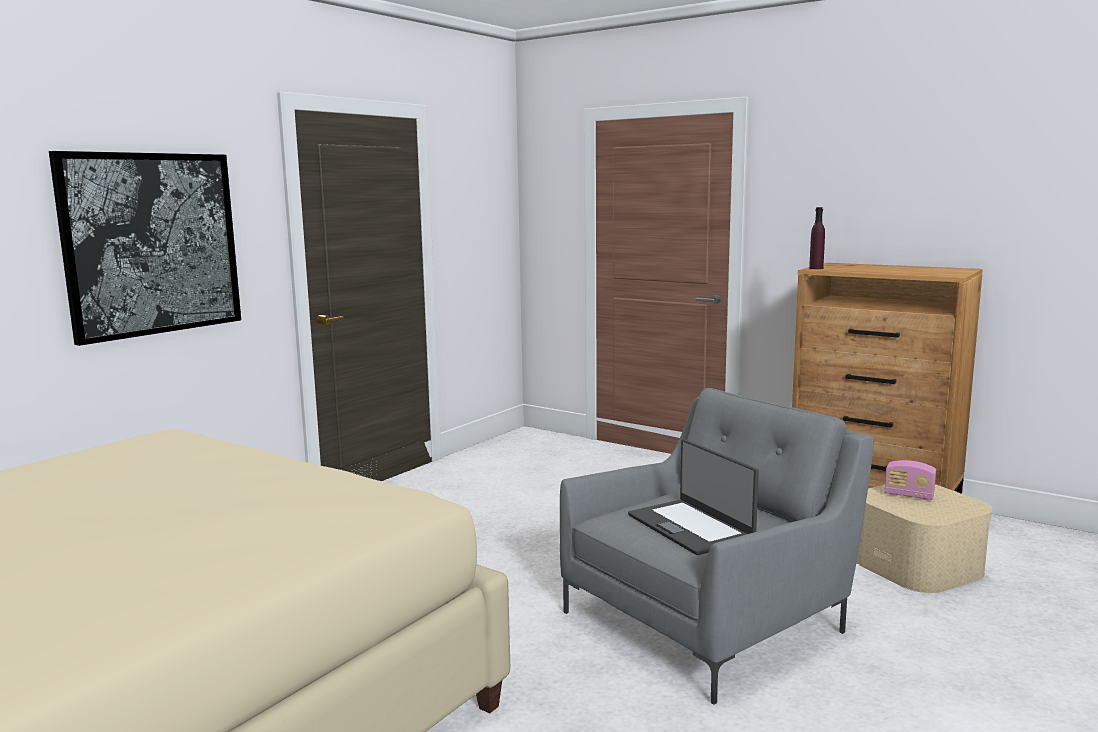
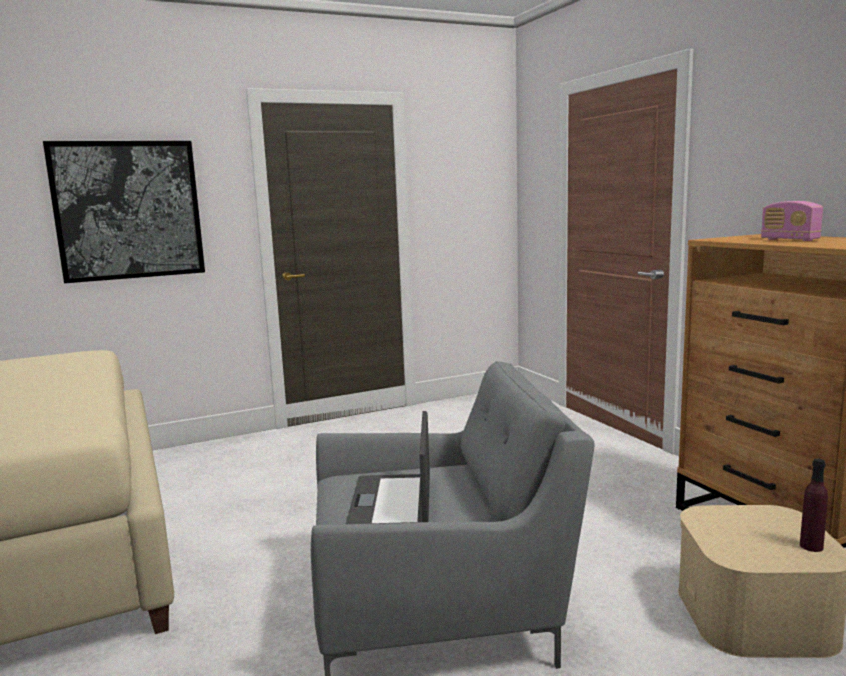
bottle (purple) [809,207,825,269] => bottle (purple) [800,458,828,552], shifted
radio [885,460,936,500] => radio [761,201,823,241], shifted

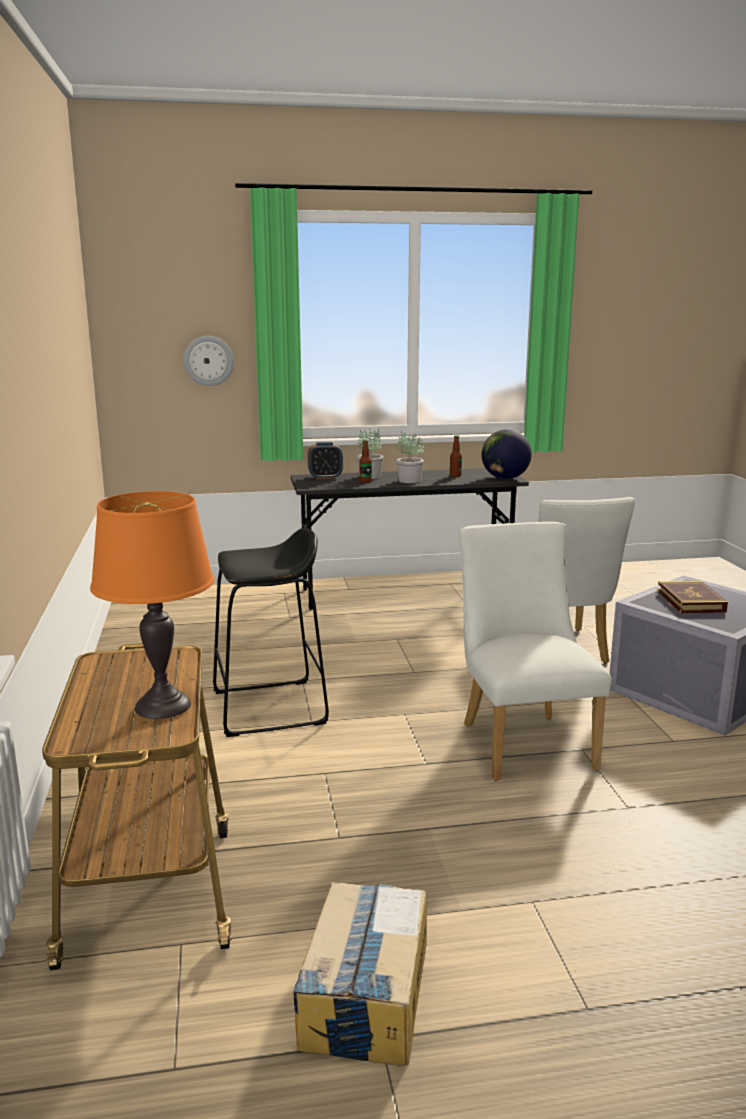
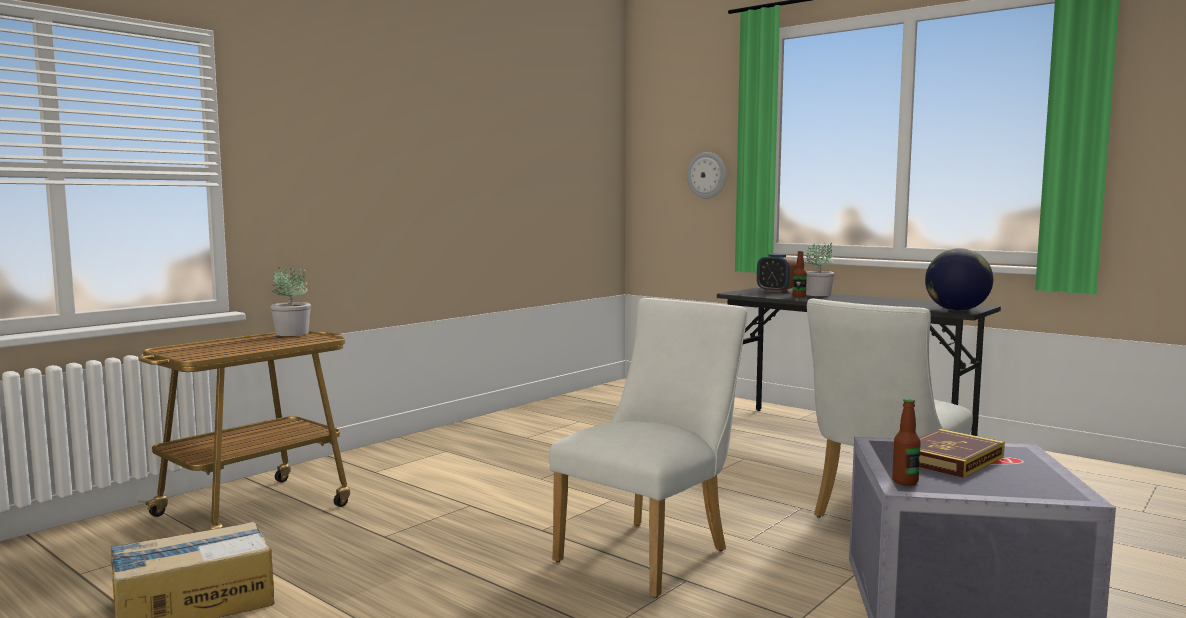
table lamp (orange) [90,491,214,719] => nothing
stool (black) [213,528,329,737] => nothing
potted plant [396,431,424,483] => potted plant [270,264,311,336], shifted
bottle [450,435,462,477] => bottle [892,398,921,486], shifted

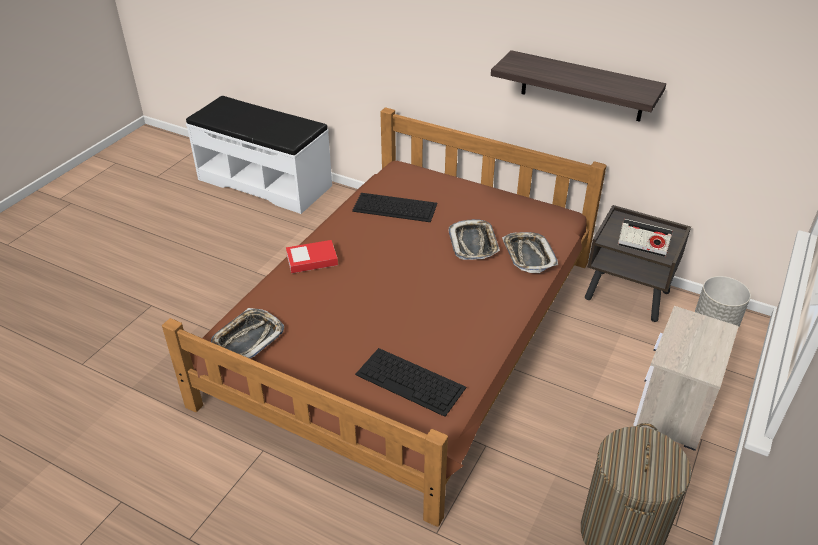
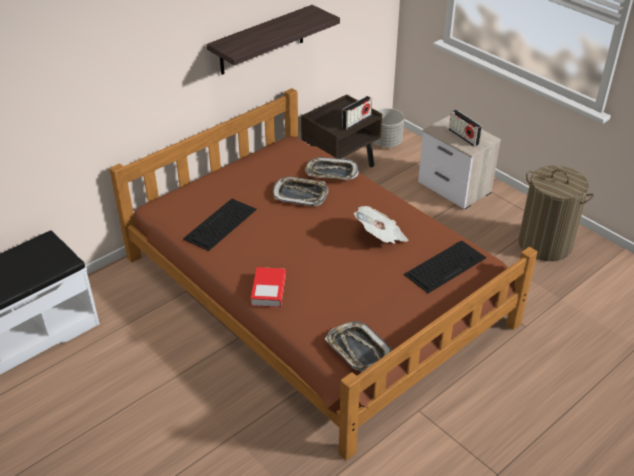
nothing => newspaper [354,206,408,244]
nothing => radio [449,110,482,146]

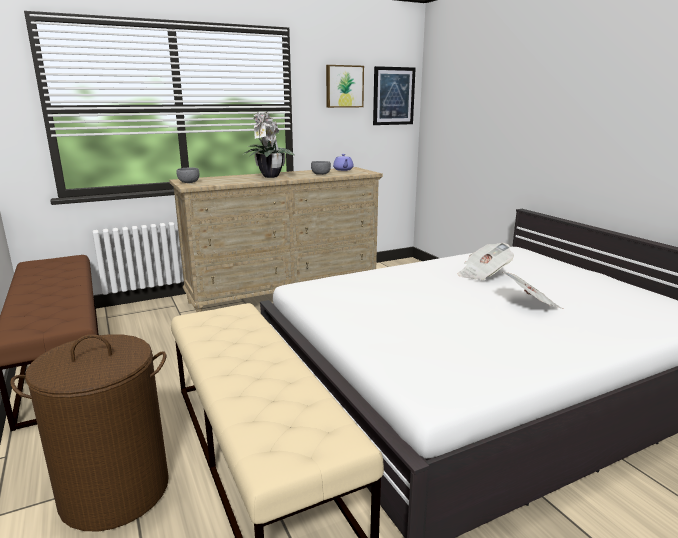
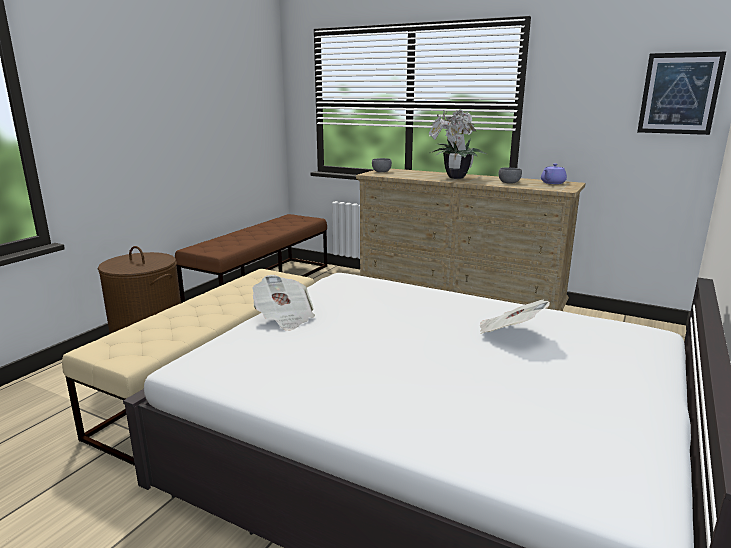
picture [326,65,364,108] => nothing
newspaper [503,272,563,309] => newspaper [252,275,315,331], shifted

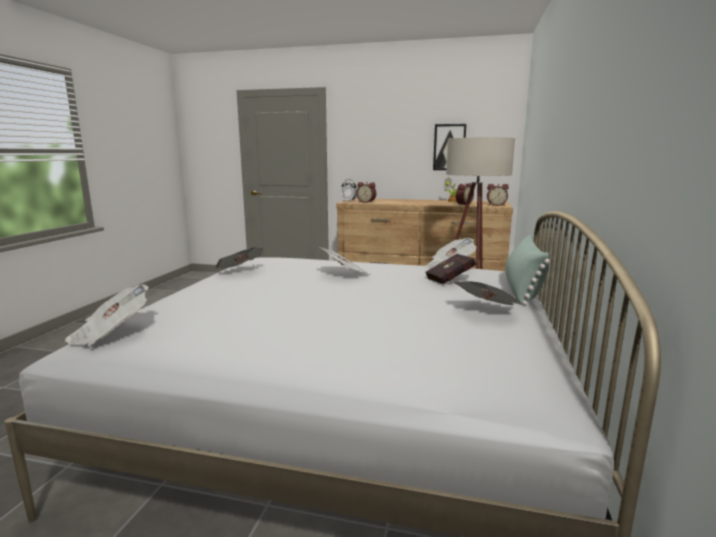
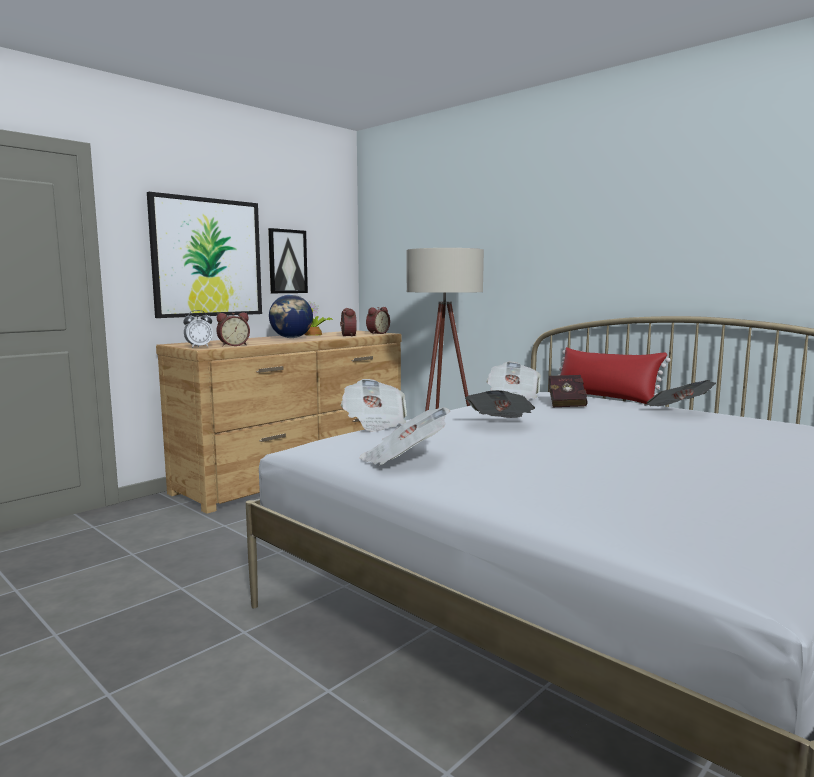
newspaper [65,284,149,346] => newspaper [341,379,407,432], shifted
pillow (green) [505,235,550,306] => pillow (red) [558,347,671,404]
nothing => picture [147,192,262,318]
nothing => globe [269,294,313,338]

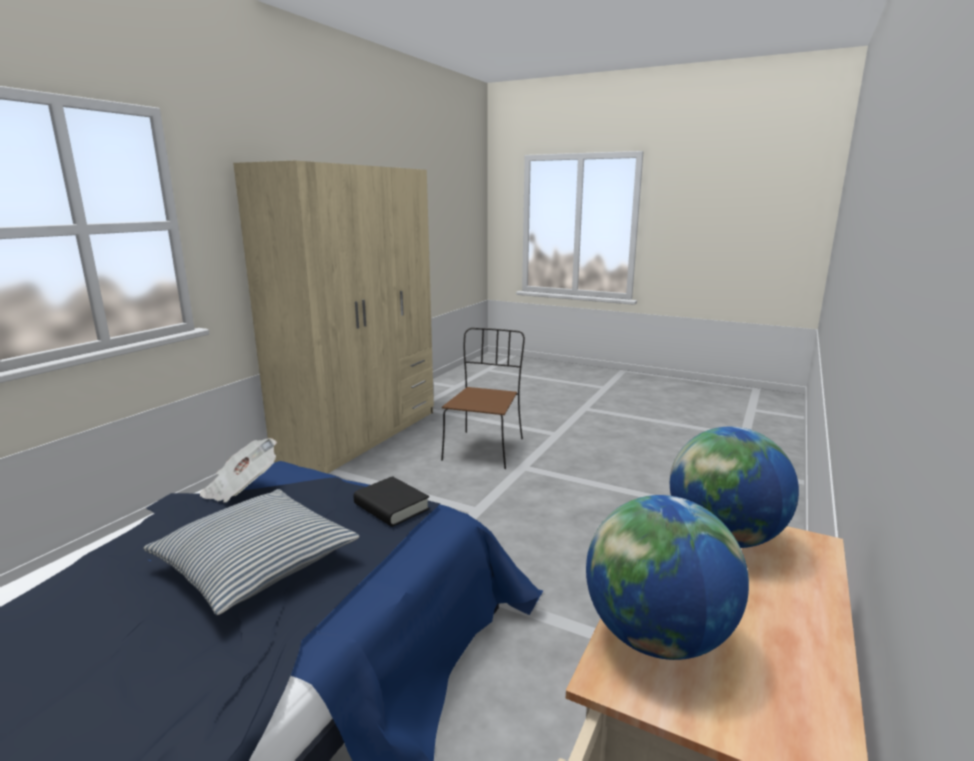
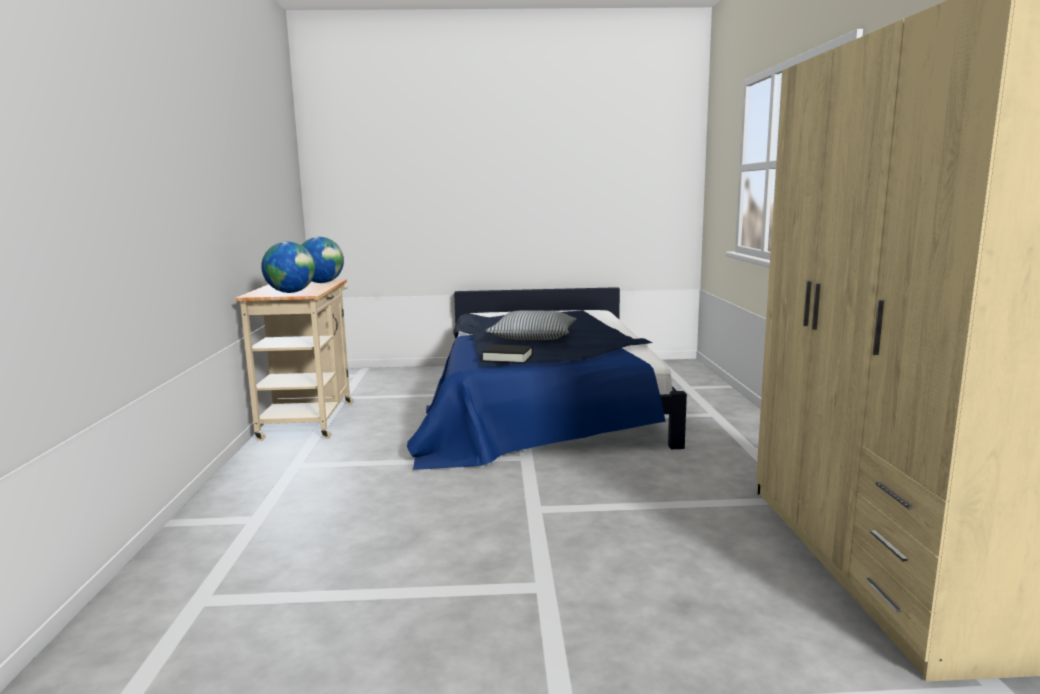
newspaper [200,438,277,503] => nothing
chair (brown) [441,328,525,469] => nothing

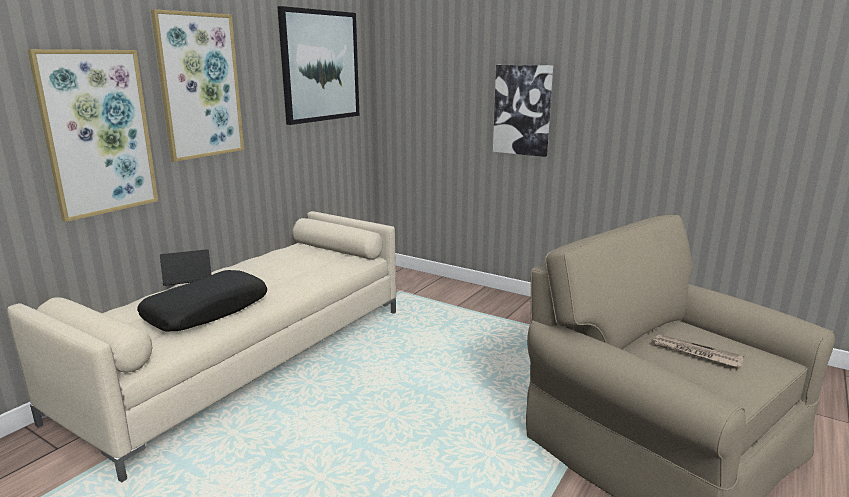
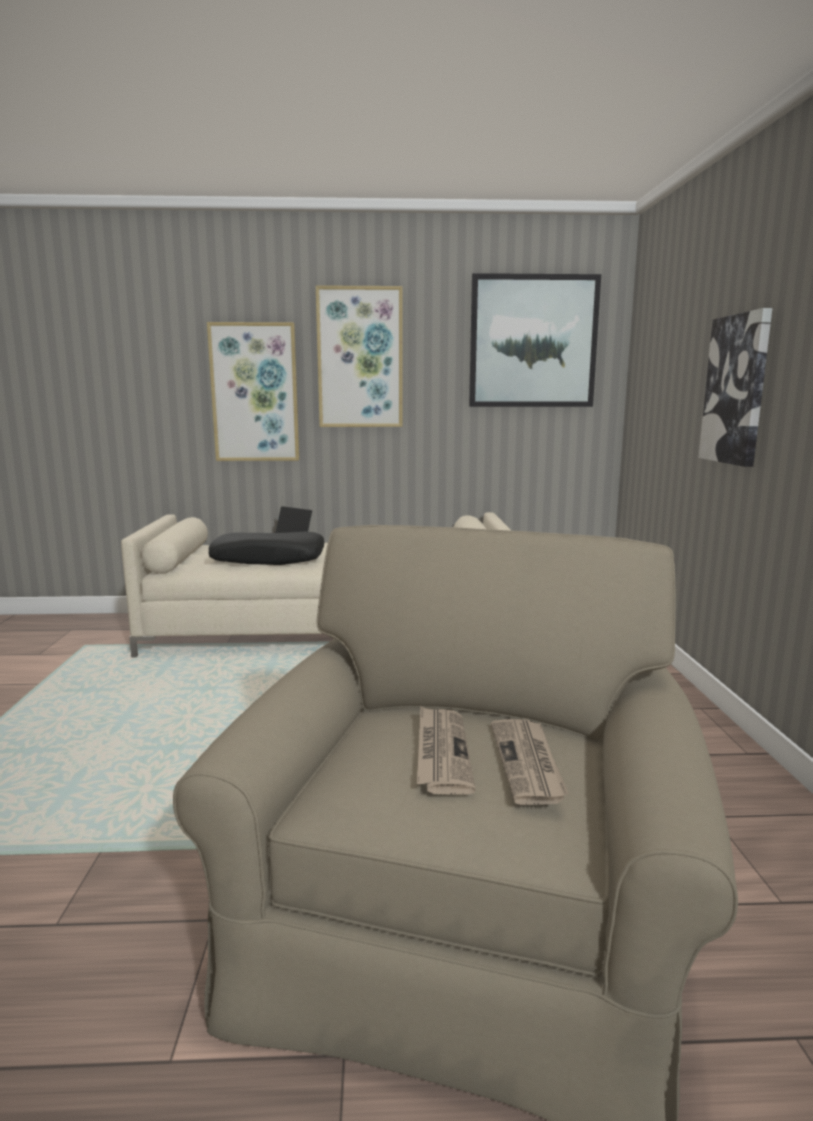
nothing => newspaper [491,719,568,805]

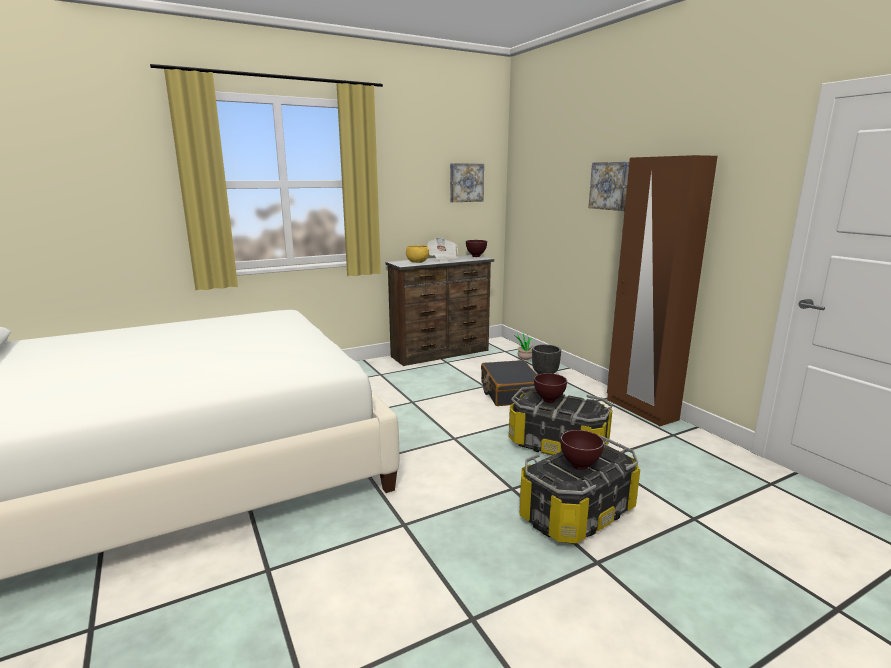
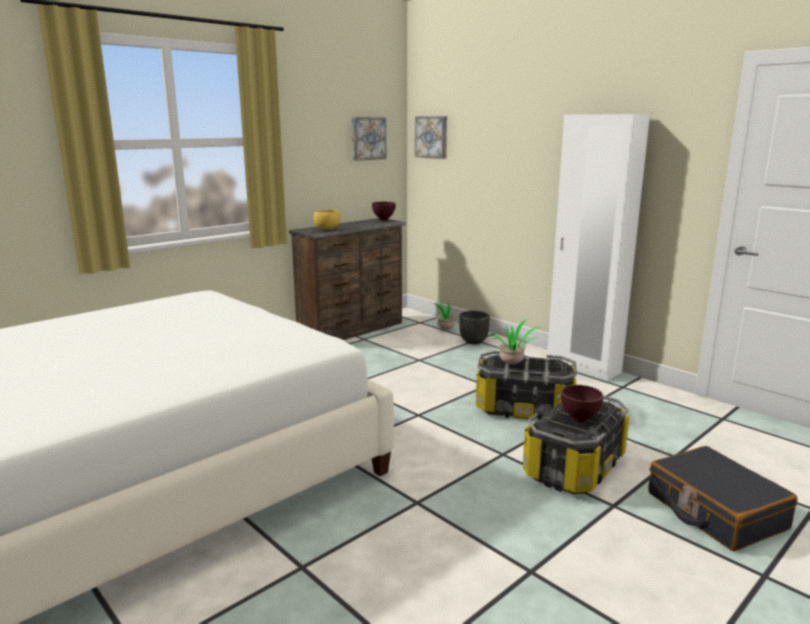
newspaper [427,238,458,262] => nothing
suitcase (black) [481,360,537,406] => suitcase (black) [648,446,798,551], shifted
bowl (brown) [534,373,567,403] => potted plant [493,319,539,365]
picture [589,162,629,211] => picture [415,116,447,159], shifted
wardrobe (brown) [607,155,718,426] => wardrobe (white) [547,114,650,381]

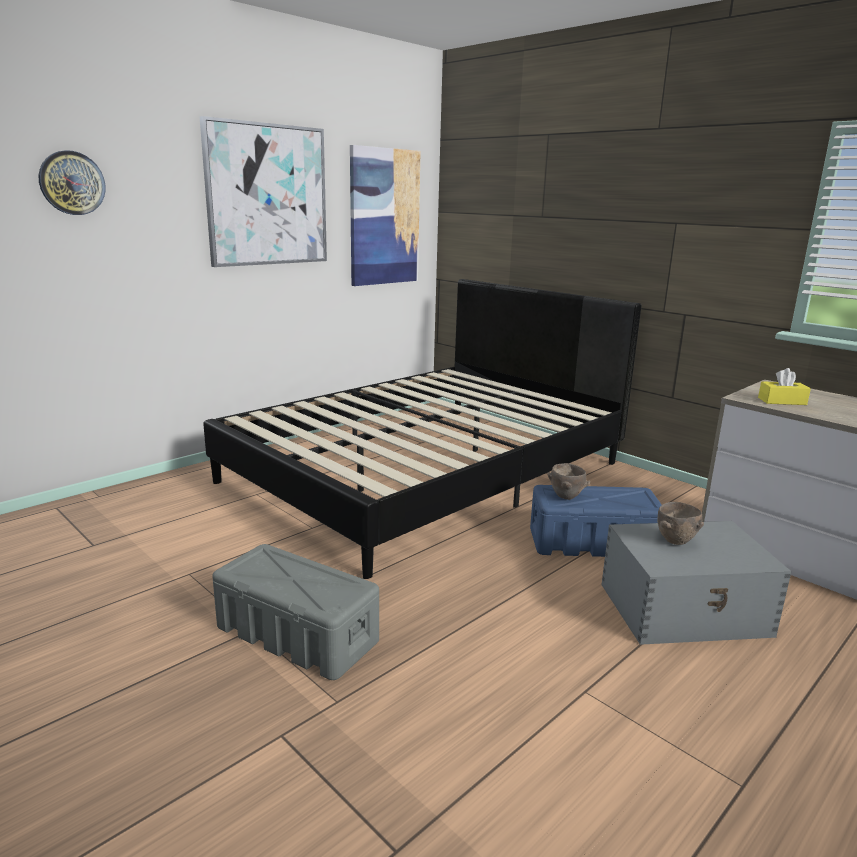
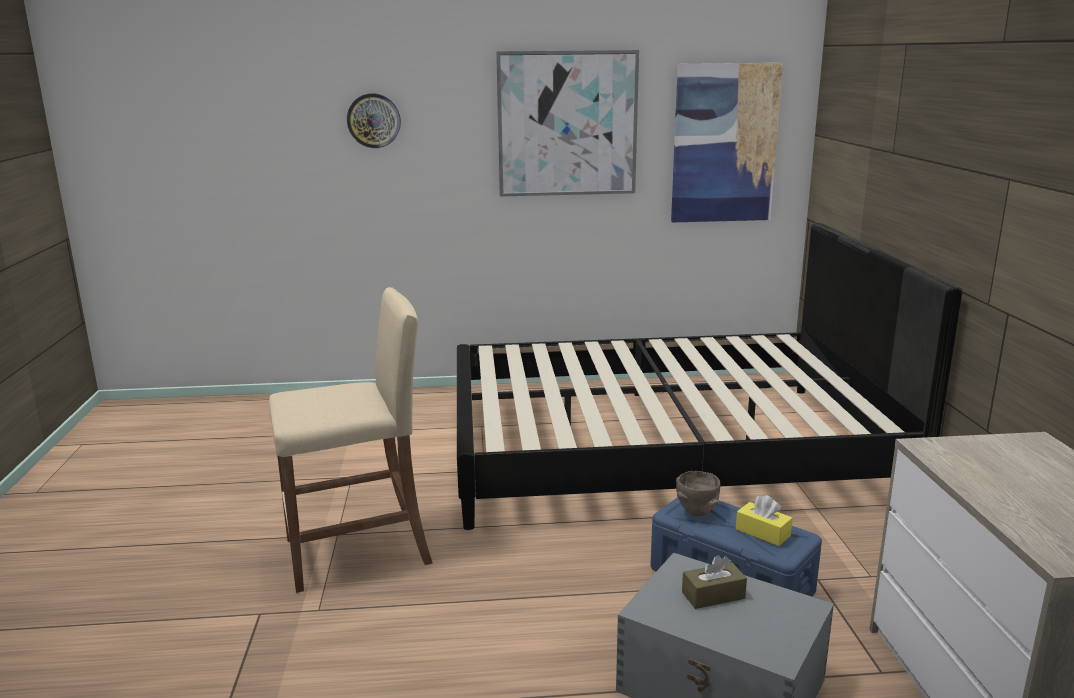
storage box (grey) [212,544,379,680] => stool (beige) [269,287,433,593]
bowl (brown) [657,502,704,545] => tissue box (brown) [682,555,747,609]
tissue box (yellow) [758,368,811,405] => tissue box (yellow) [736,495,793,546], shifted

